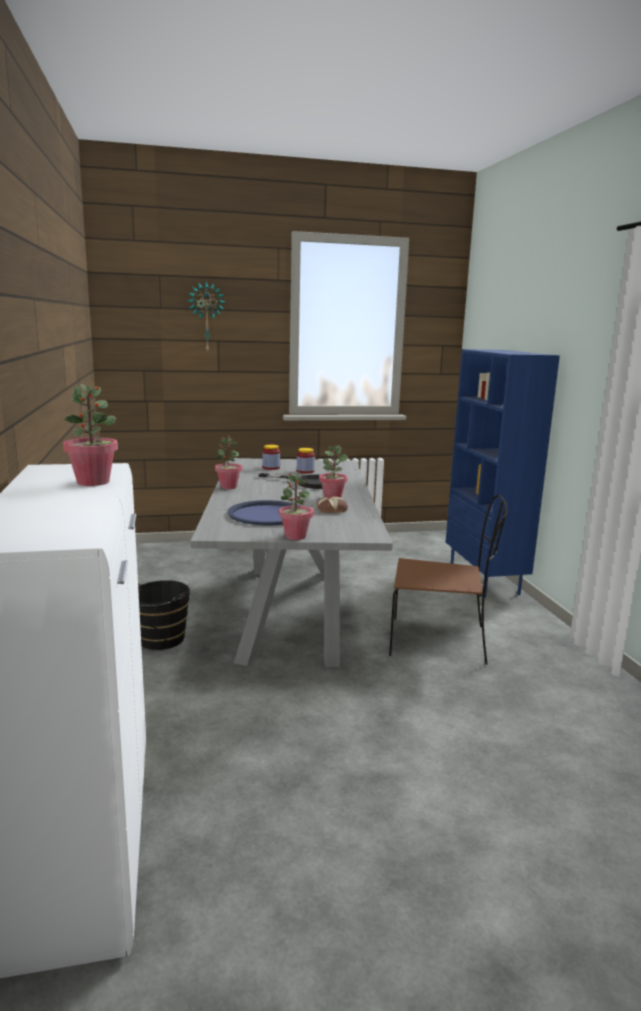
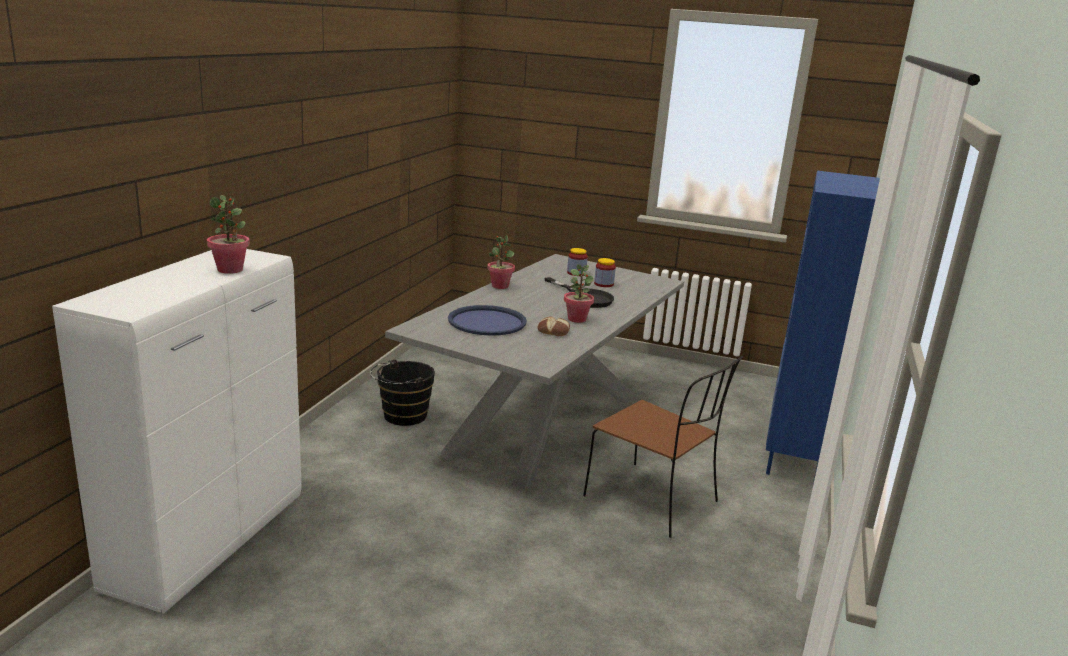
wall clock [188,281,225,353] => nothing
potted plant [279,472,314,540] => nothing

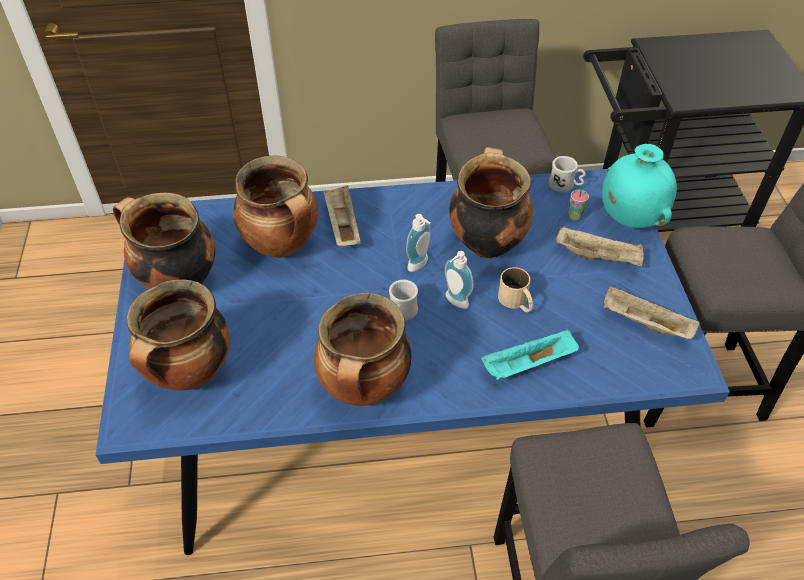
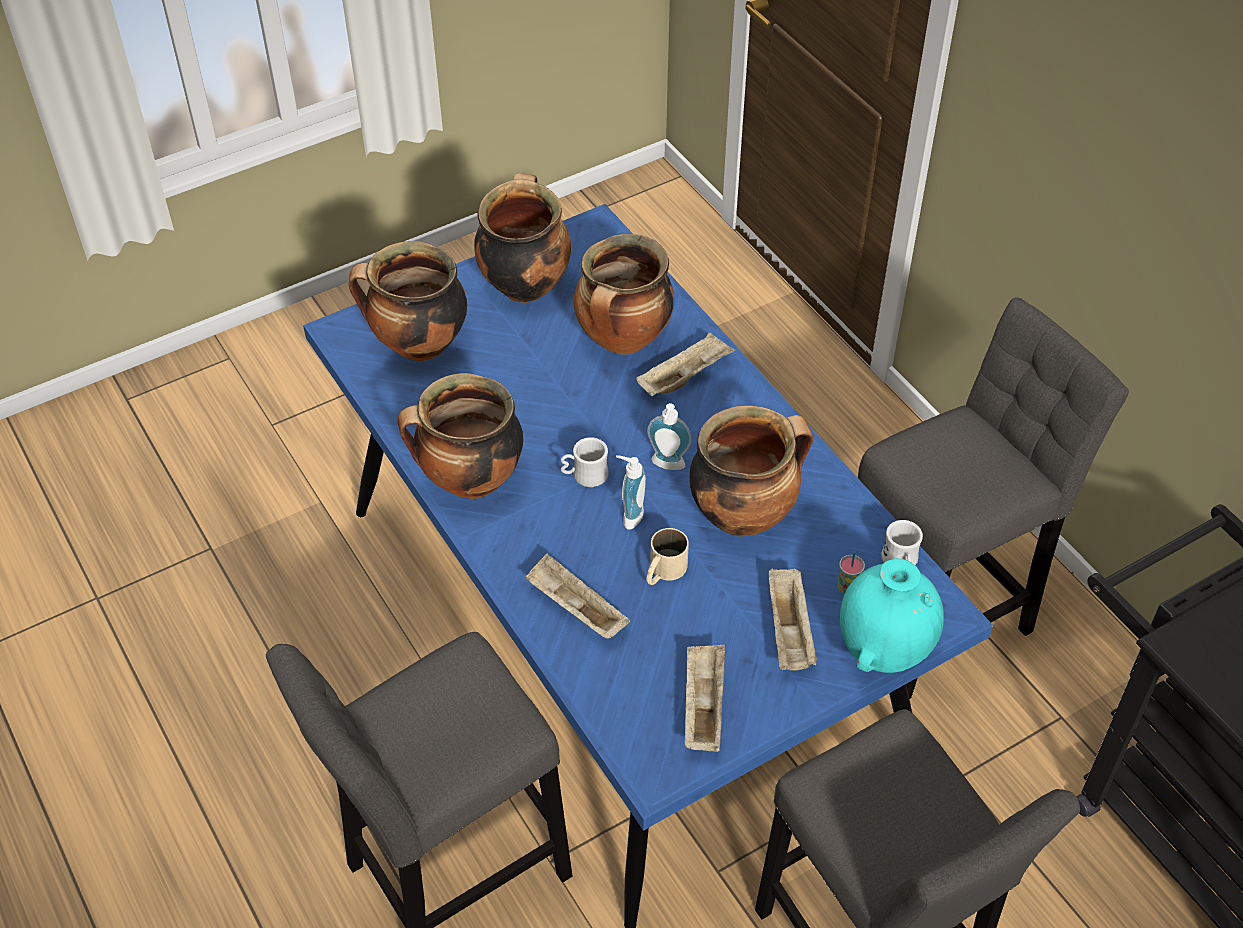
tray (turquoise) [481,329,579,380] => tray (beige) [525,553,630,639]

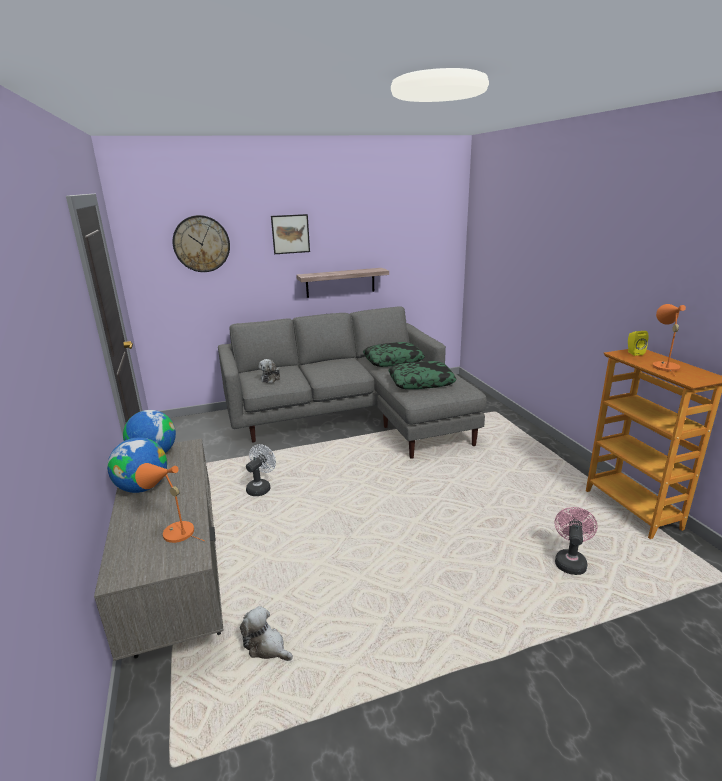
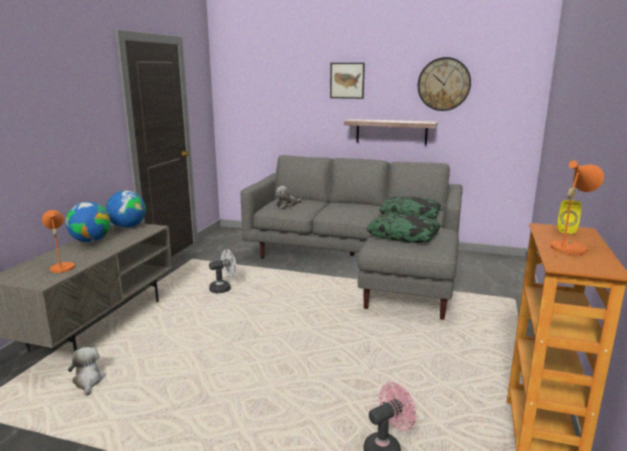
wall clock [173,215,230,272] => wall clock [418,57,471,111], shifted

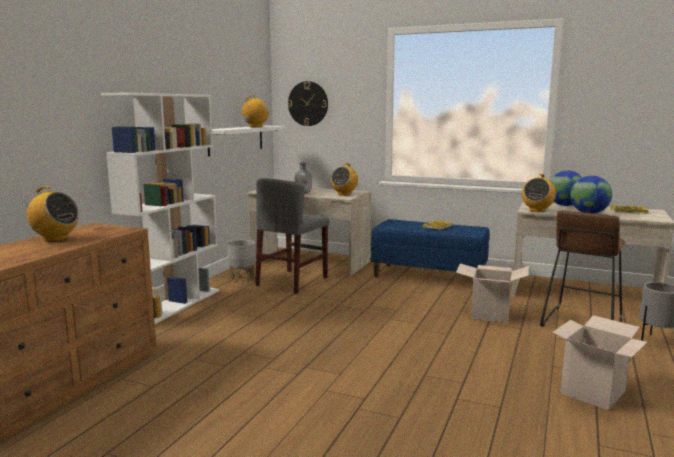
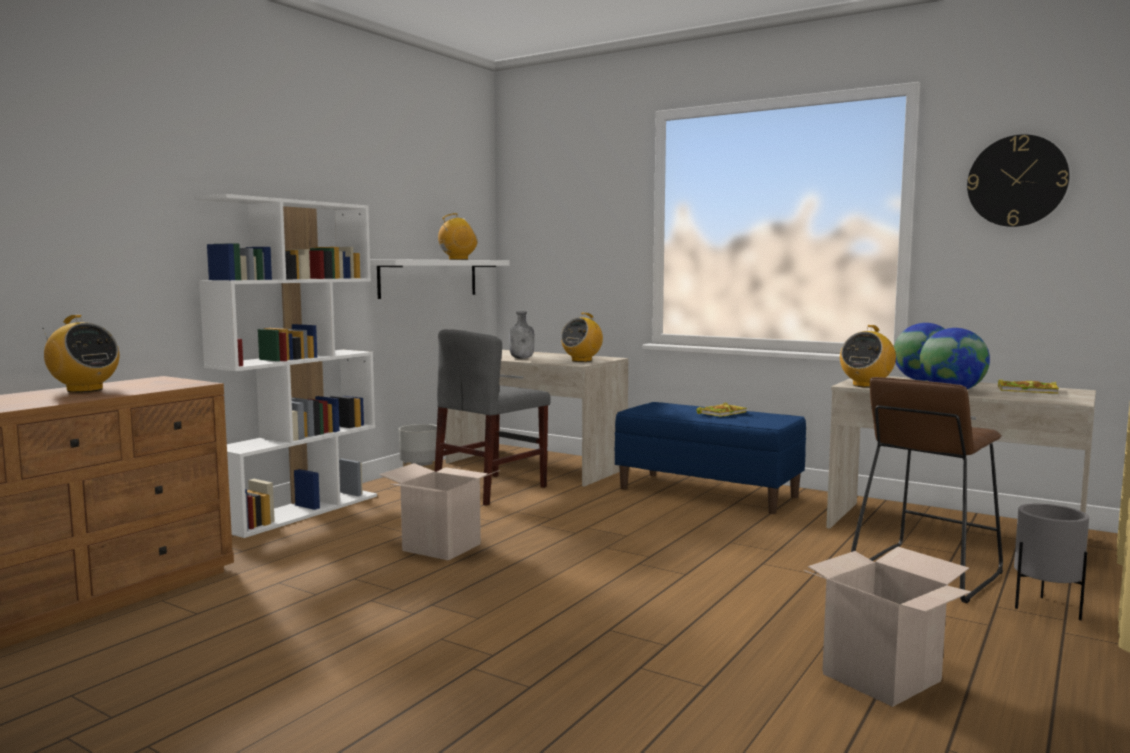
wall clock [288,81,328,126] => wall clock [967,134,1069,227], shifted
cardboard box [456,263,529,323] => cardboard box [379,463,500,561], shifted

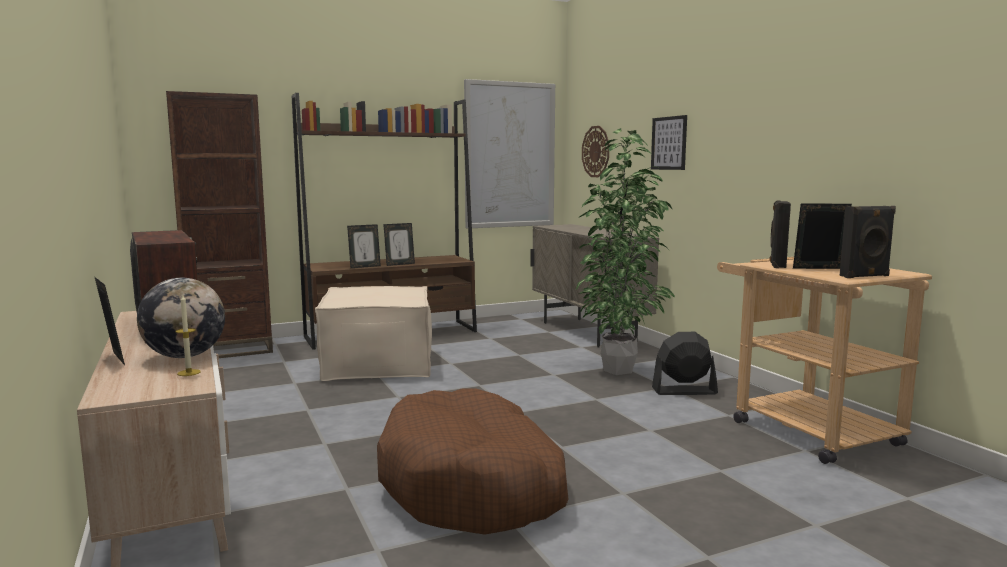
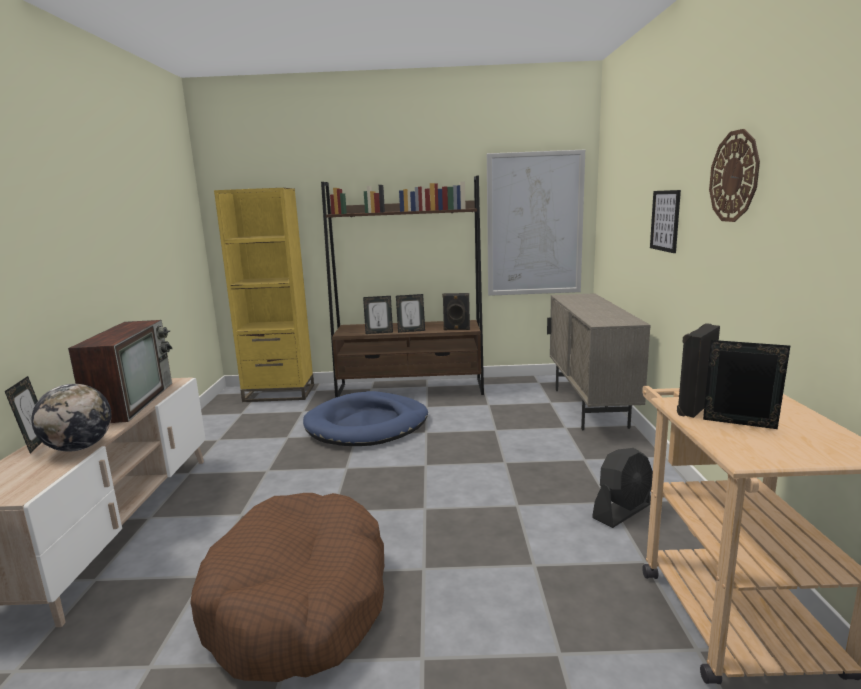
bookcase (brown) [166,91,273,358] => bookcase (yellow) [214,188,314,402]
candle [175,295,201,376] => nothing
ottoman (beige) [315,286,432,381] => dog bed (blue) [303,391,428,446]
potted plant [576,128,675,375] => nothing
wall clock [582,126,609,177] => wall clock [709,129,760,222], shifted
fan (black) [652,332,718,395] => fan (black) [592,448,653,528], 120 degrees clockwise
speaker (black) [840,206,896,278] => speaker (black) [442,293,470,330], shifted

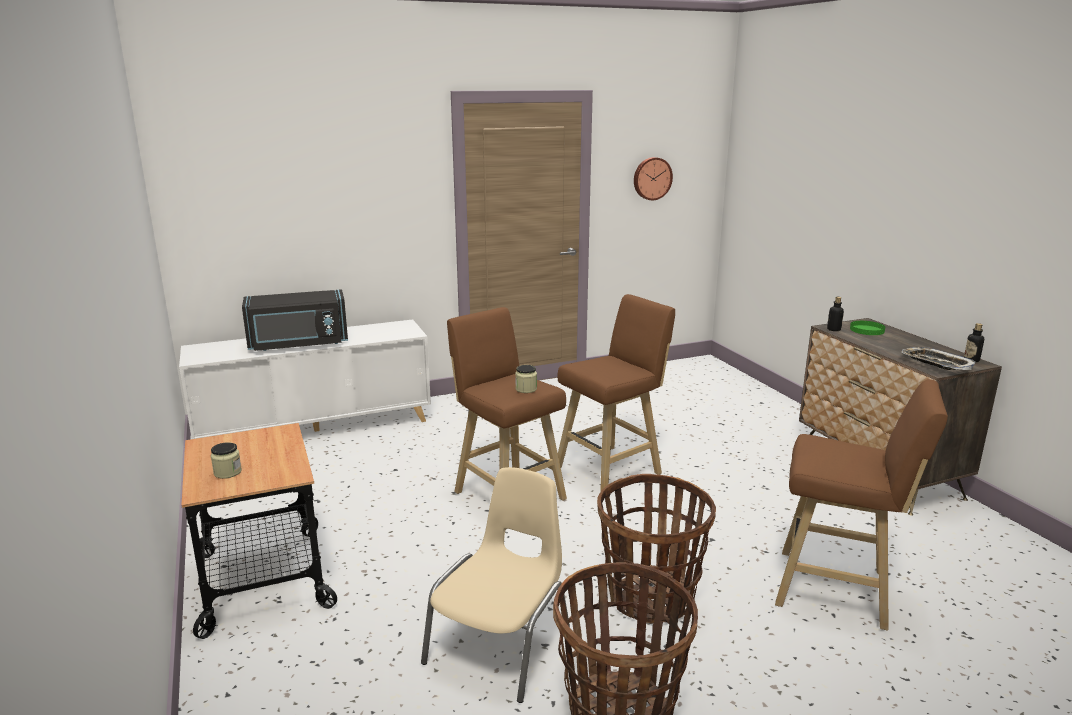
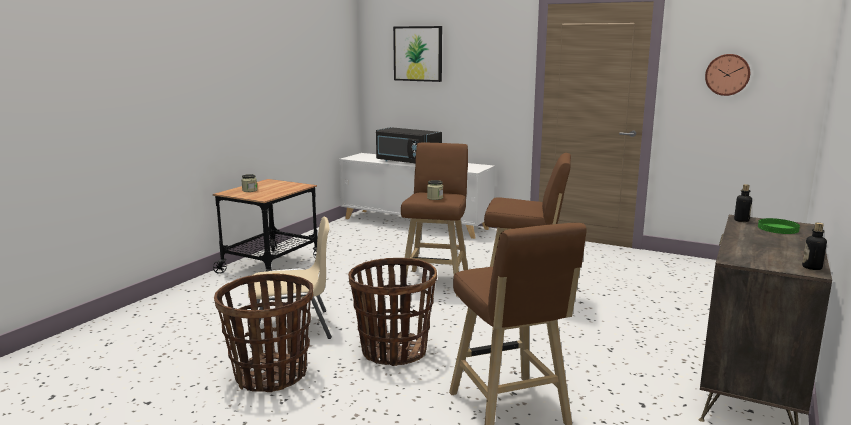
tray [902,347,976,370] => nothing
nothing => picture [393,26,442,82]

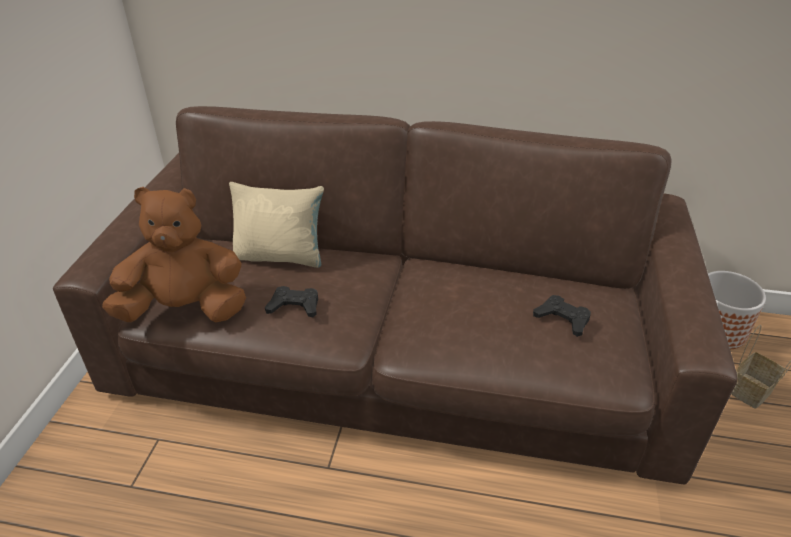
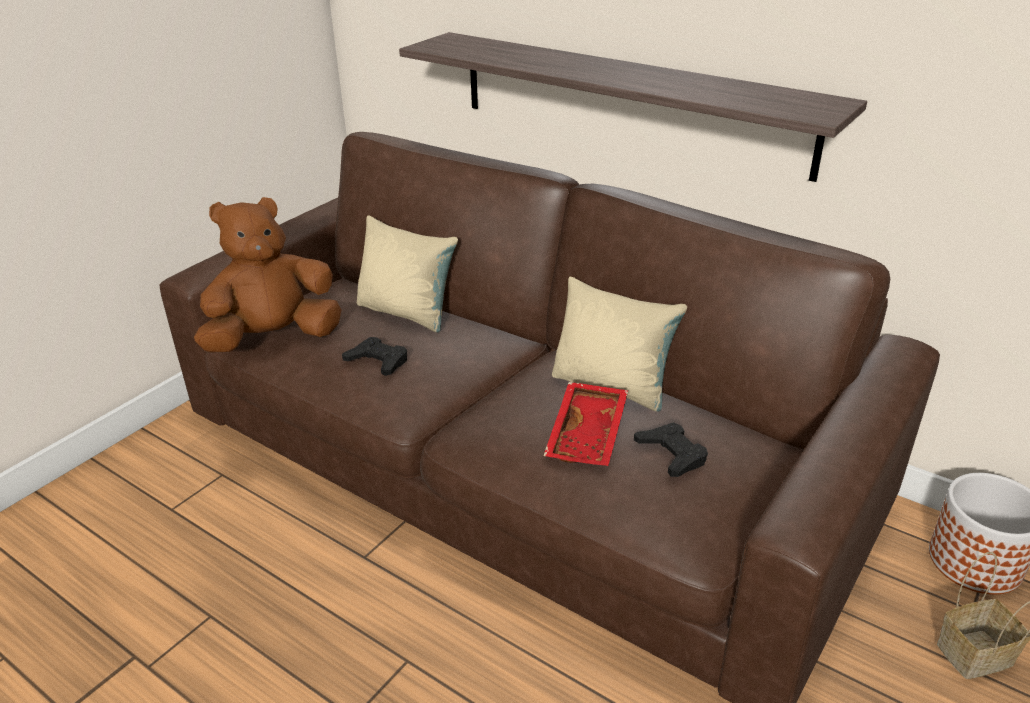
plush toy (brown) [102,187,246,322] => plush toy (brown) [194,197,341,353], 45 degrees counterclockwise
nothing => shelf [399,32,867,182]
nothing => tray (red) [544,382,628,466]
nothing => pillow (beige) [552,277,687,412]

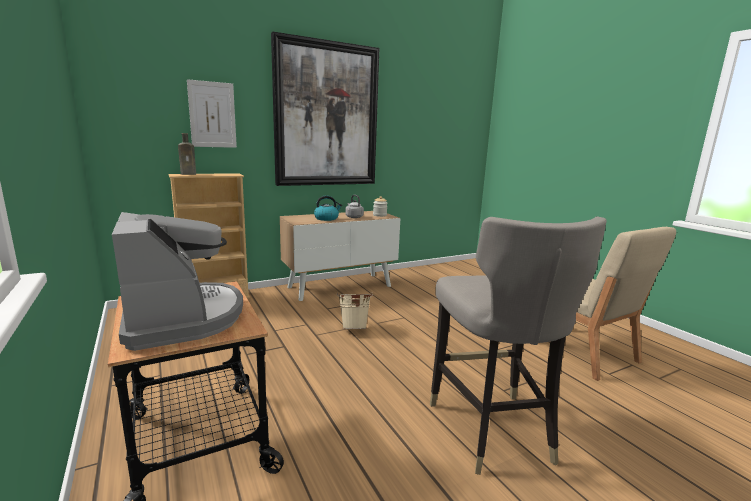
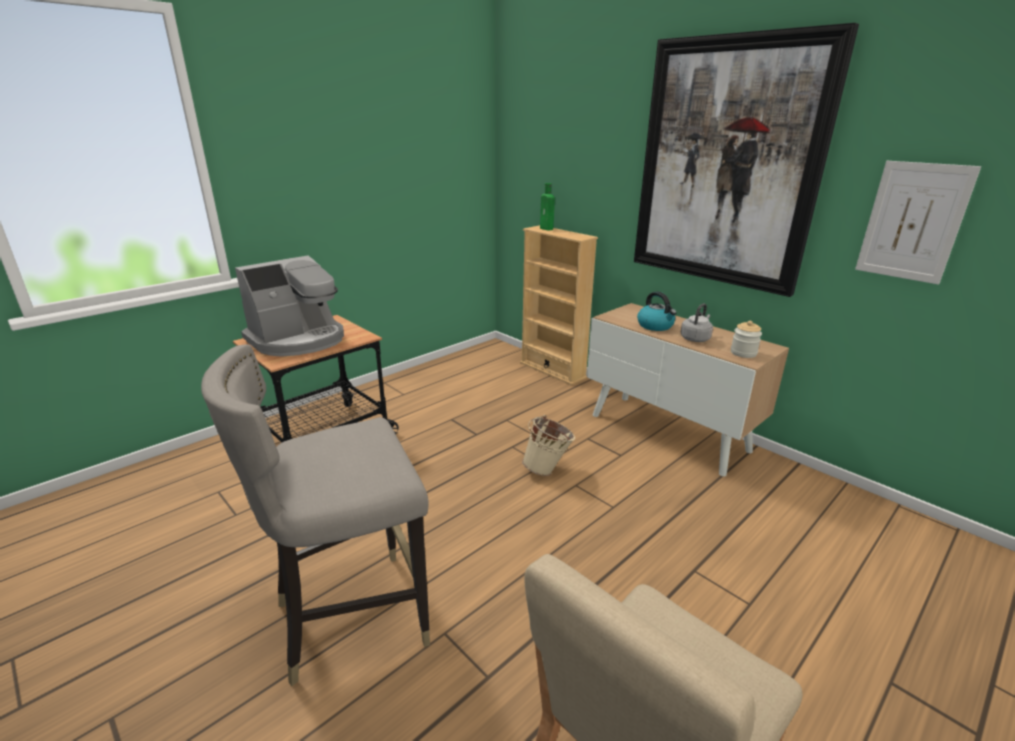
bottle (brown) [178,133,196,175] => bottle (green) [540,183,555,230]
picture [187,79,237,148] => picture [855,161,981,285], shifted

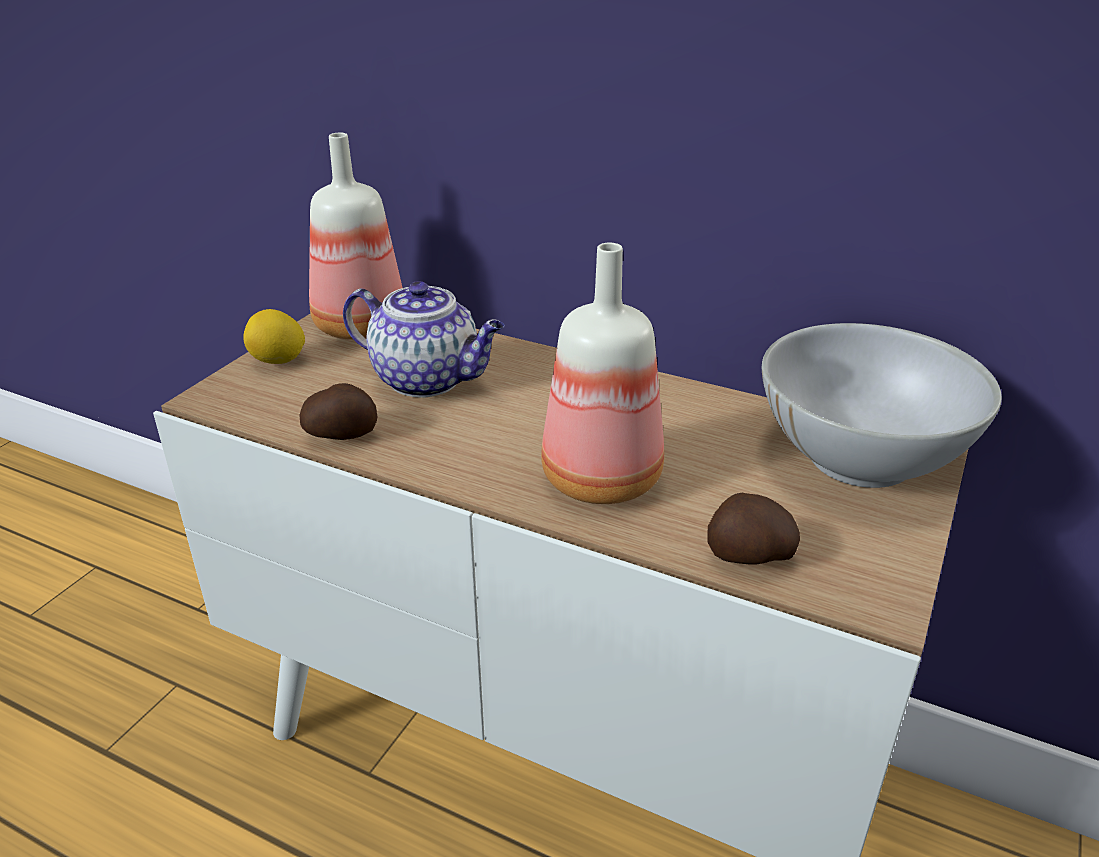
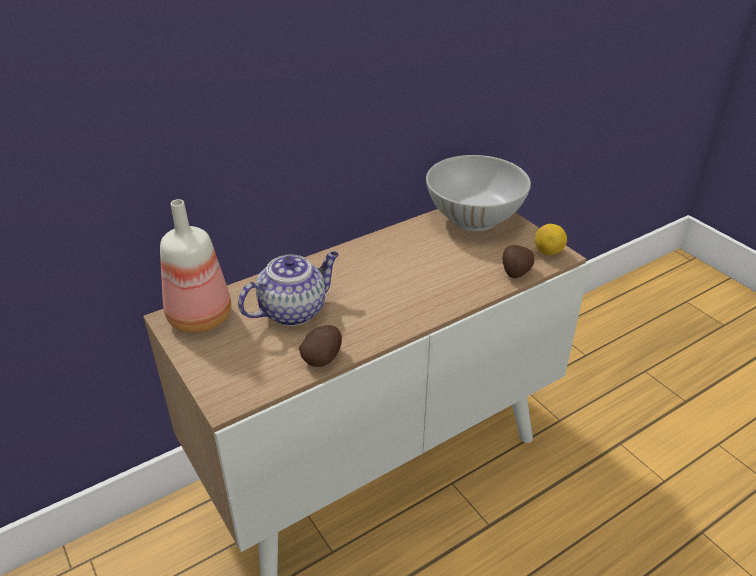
lemon [243,309,305,364] => lemon [535,224,567,255], shifted
bottle [541,243,664,504] => nothing

